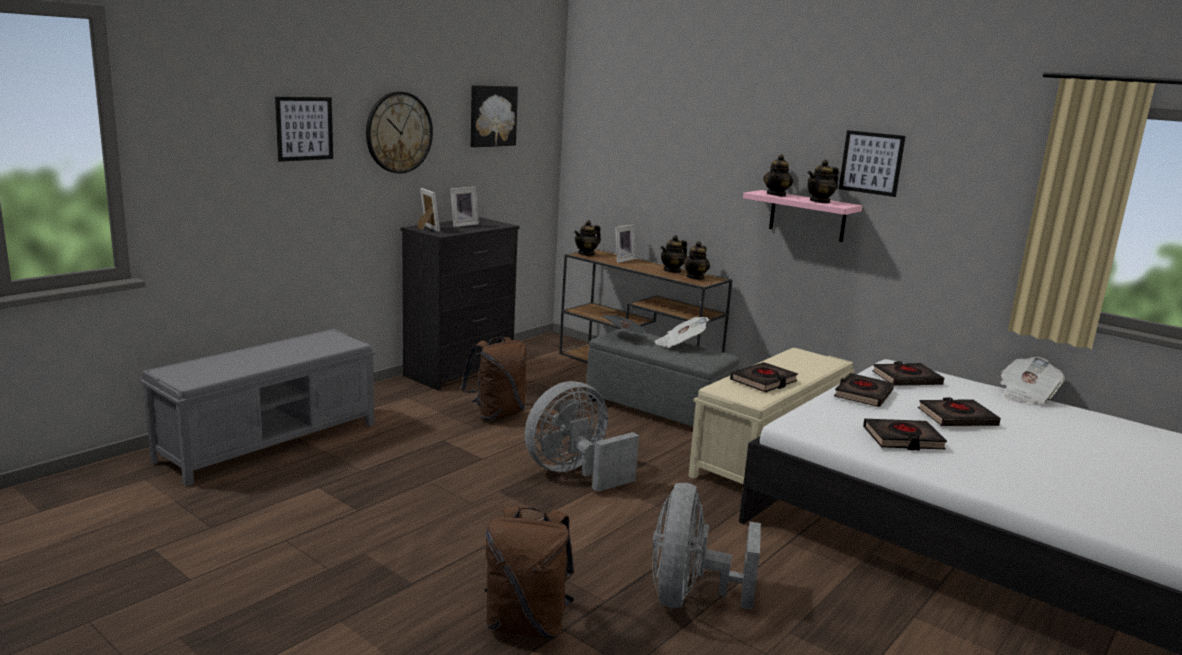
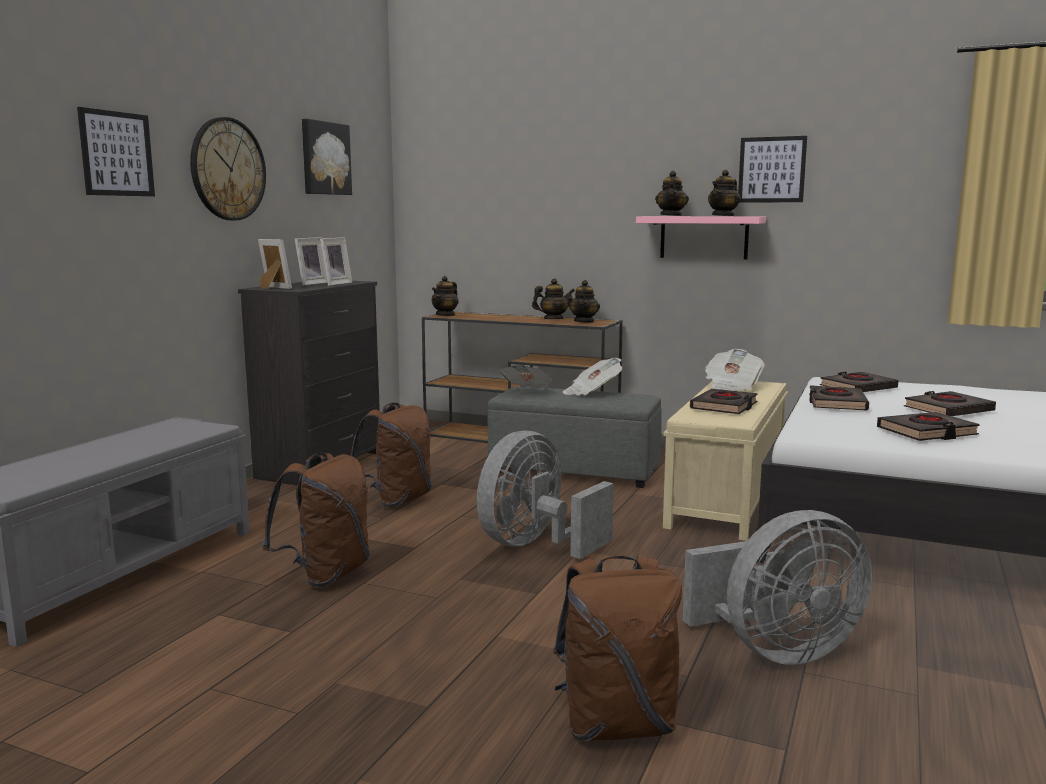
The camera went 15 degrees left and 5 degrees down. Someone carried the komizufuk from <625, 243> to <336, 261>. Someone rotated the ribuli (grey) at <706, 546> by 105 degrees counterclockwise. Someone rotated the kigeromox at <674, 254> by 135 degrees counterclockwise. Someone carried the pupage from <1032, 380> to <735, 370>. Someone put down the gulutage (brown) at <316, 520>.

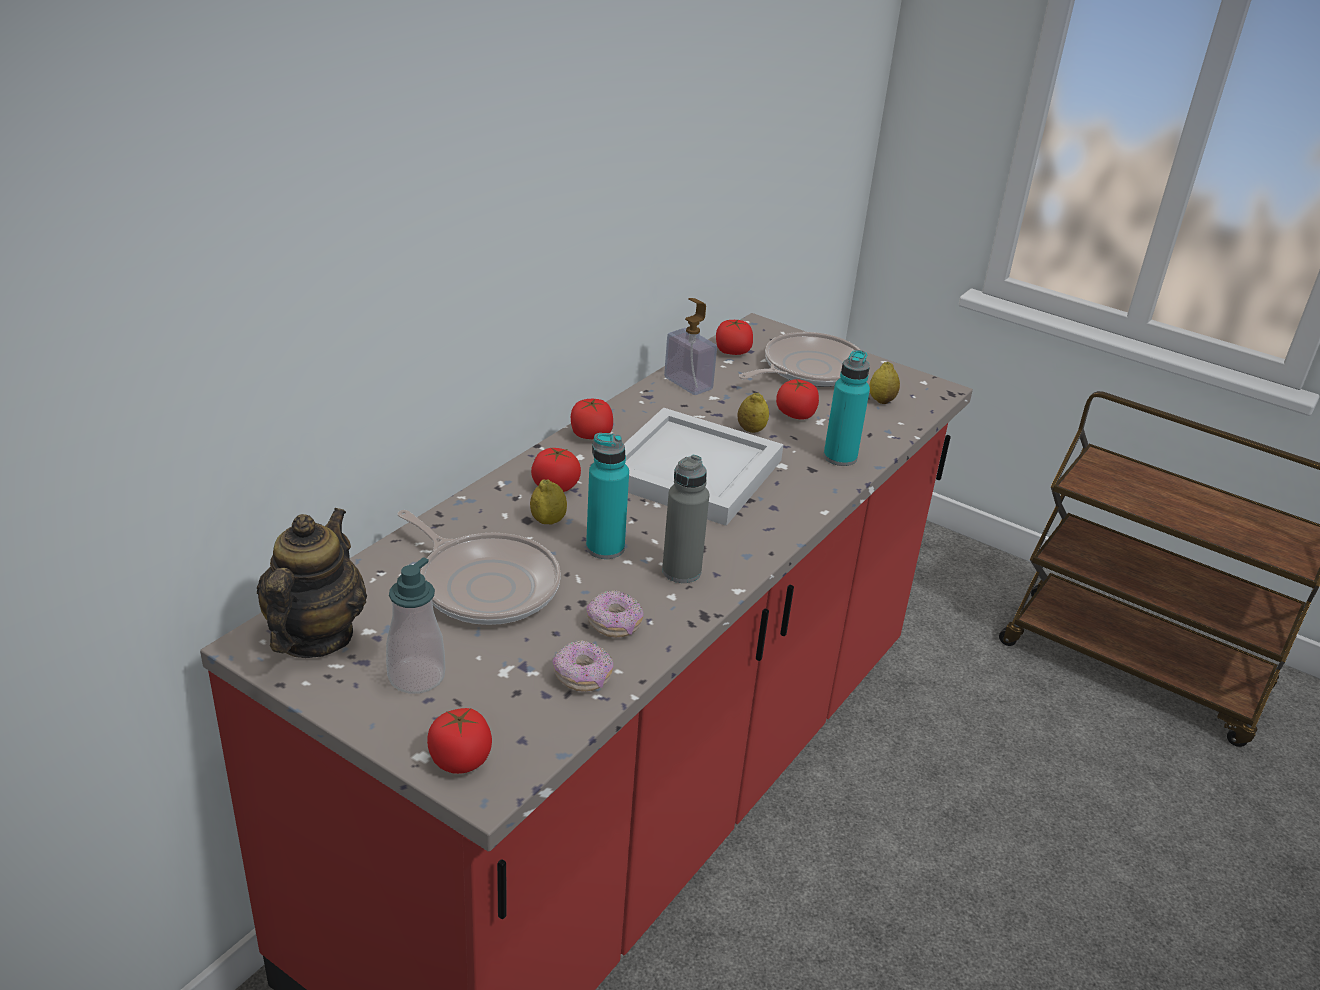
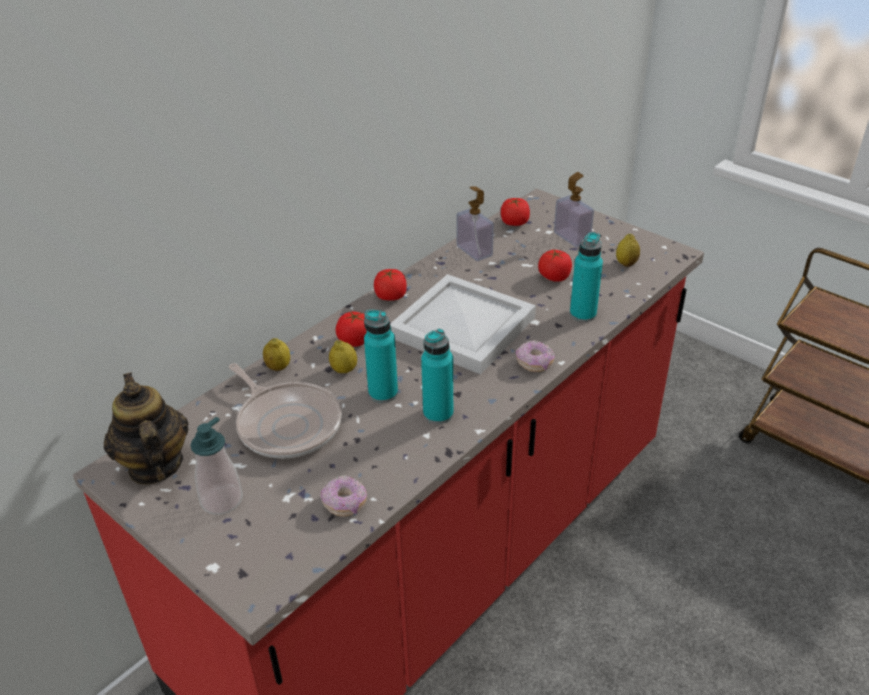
The camera went 10 degrees right and 5 degrees up. Someone rotated the kigeromox at <312, 583> by 45 degrees counterclockwise. Someone took away the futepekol at <459, 741>. Someone carried the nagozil from <614, 614> to <535, 356>. Someone repainted the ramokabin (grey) at <685, 519>, which became the ramokabin (turquoise) at <437, 376>. Someone carried the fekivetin from <753, 412> to <276, 354>. Someone swapped the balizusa at <803, 359> for the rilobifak at <574, 209>.

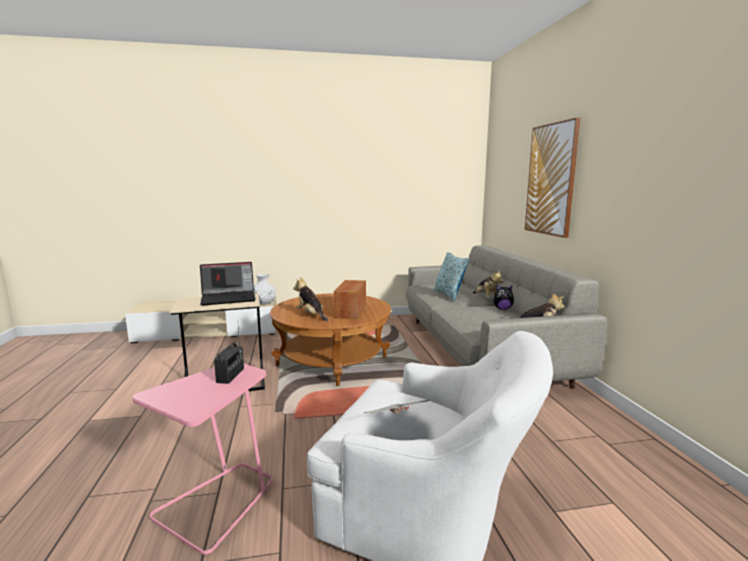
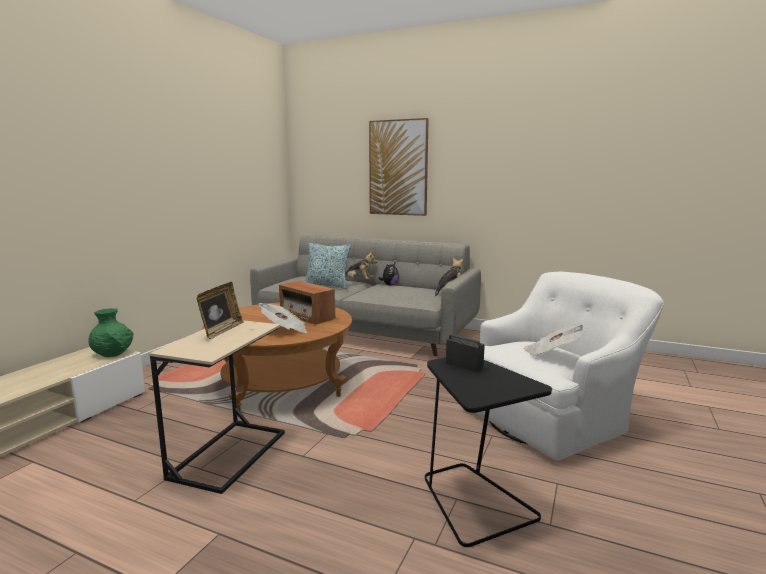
The camera went 55 degrees left and 0 degrees up. Someone repainted the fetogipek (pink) at <202, 459>, which became the fetogipek (black) at <488, 452>. Someone swapped the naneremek at <228, 284> for the komizufuk at <220, 310>. Someone repainted the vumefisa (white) at <265, 289>, which became the vumefisa (green) at <111, 332>. Someone swapped the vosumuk at <310, 299> for the pupage at <283, 318>.

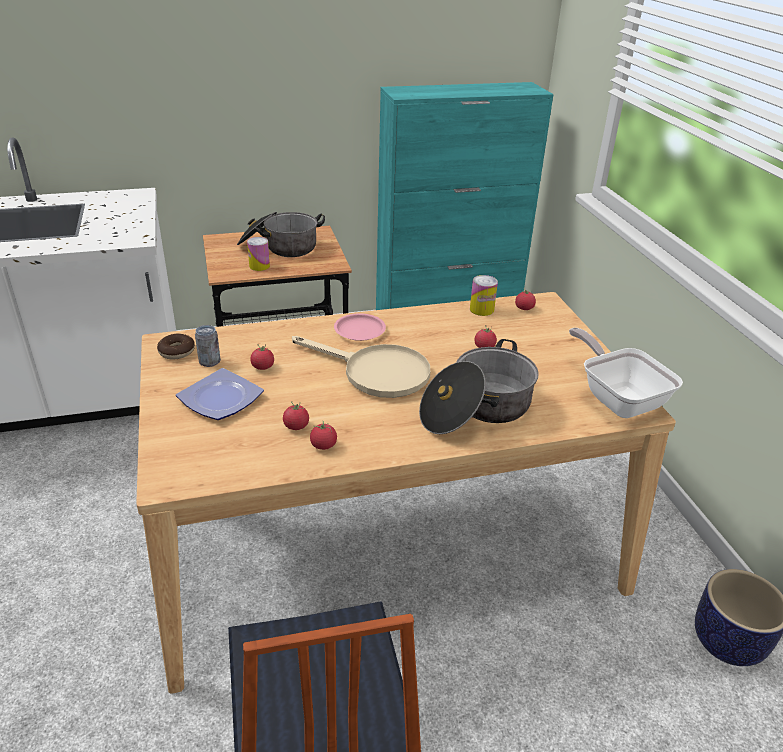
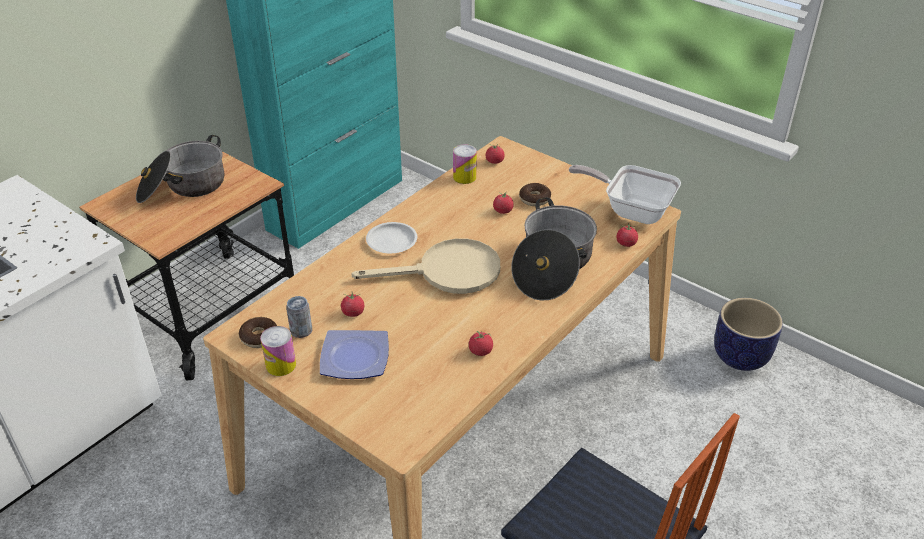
The camera went 35 degrees left and 5 degrees up. Someone carried the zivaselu from <258, 254> to <278, 351>. Someone carried the futepekol from <296, 415> to <627, 235>. Someone repainted the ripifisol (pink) at <360, 327>, which became the ripifisol (white) at <391, 237>. Someone put down the nagozil at <535, 194>.

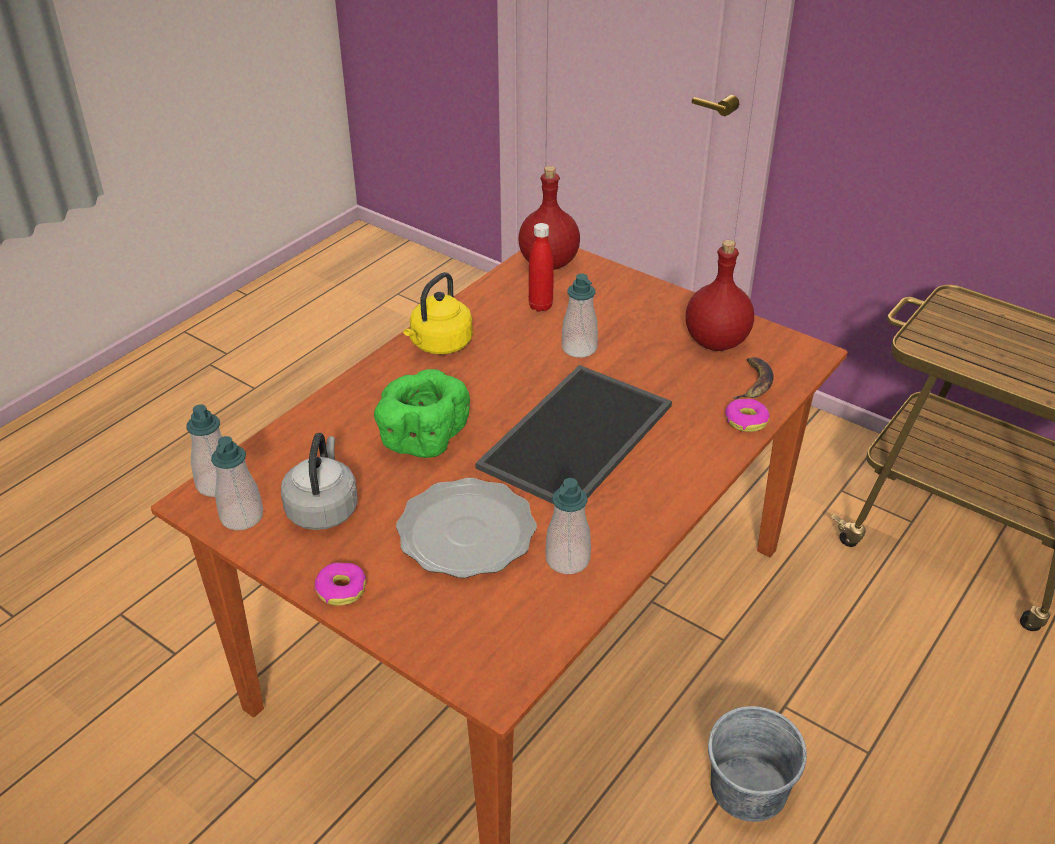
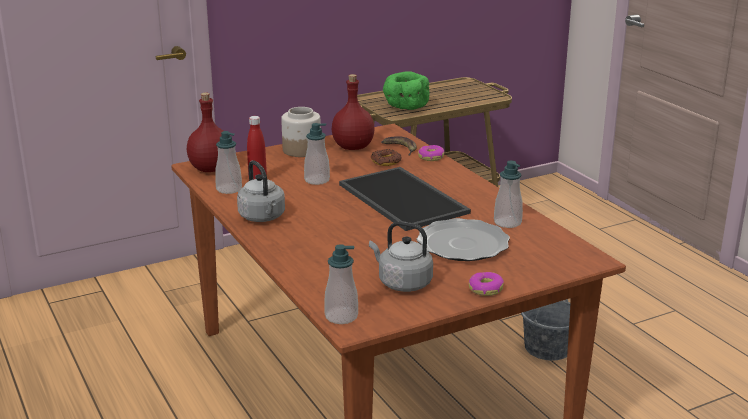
The camera went 65 degrees left and 15 degrees down. Someone carried the rilobifak from <237, 483> to <228, 162>. Someone carried the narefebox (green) from <422, 413> to <406, 90>. Someone repainted the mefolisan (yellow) at <438, 313>, which became the mefolisan (grey) at <261, 191>. Someone put down the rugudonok at <301, 132>. Someone put down the nagozil at <386, 157>.

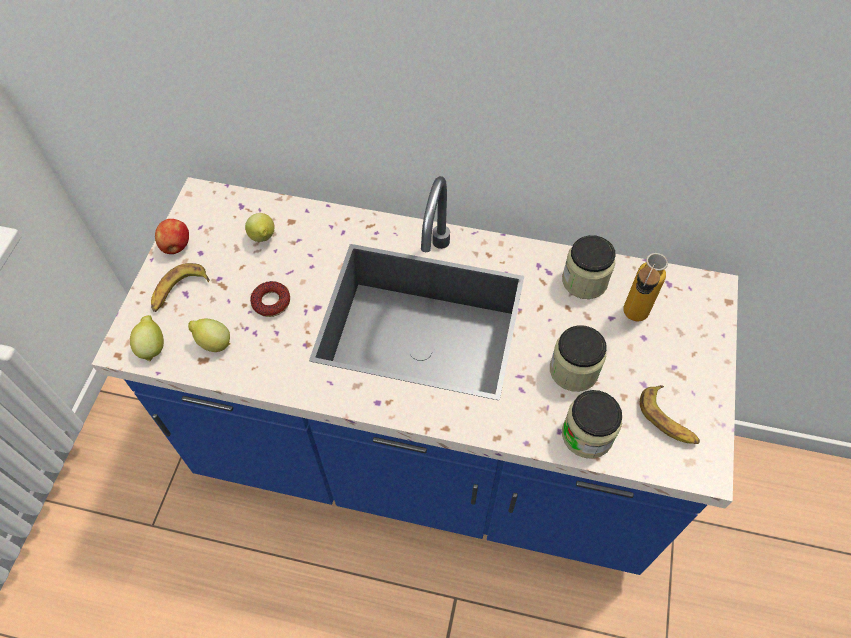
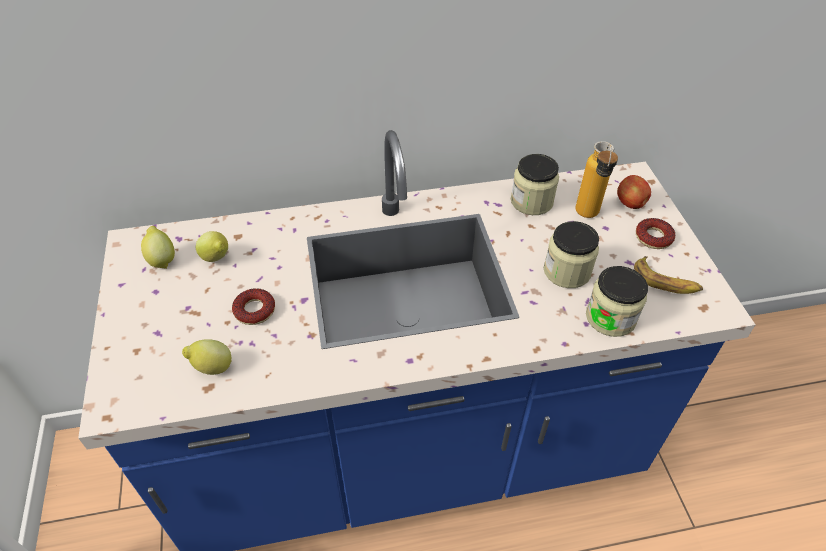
The camera went 25 degrees left and 10 degrees down. Someone carried the fekivetin from <147, 338> to <158, 247>. Someone took away the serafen at <180, 287>. Someone carried the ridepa from <172, 236> to <634, 192>. Someone put down the nagozil at <656, 233>.

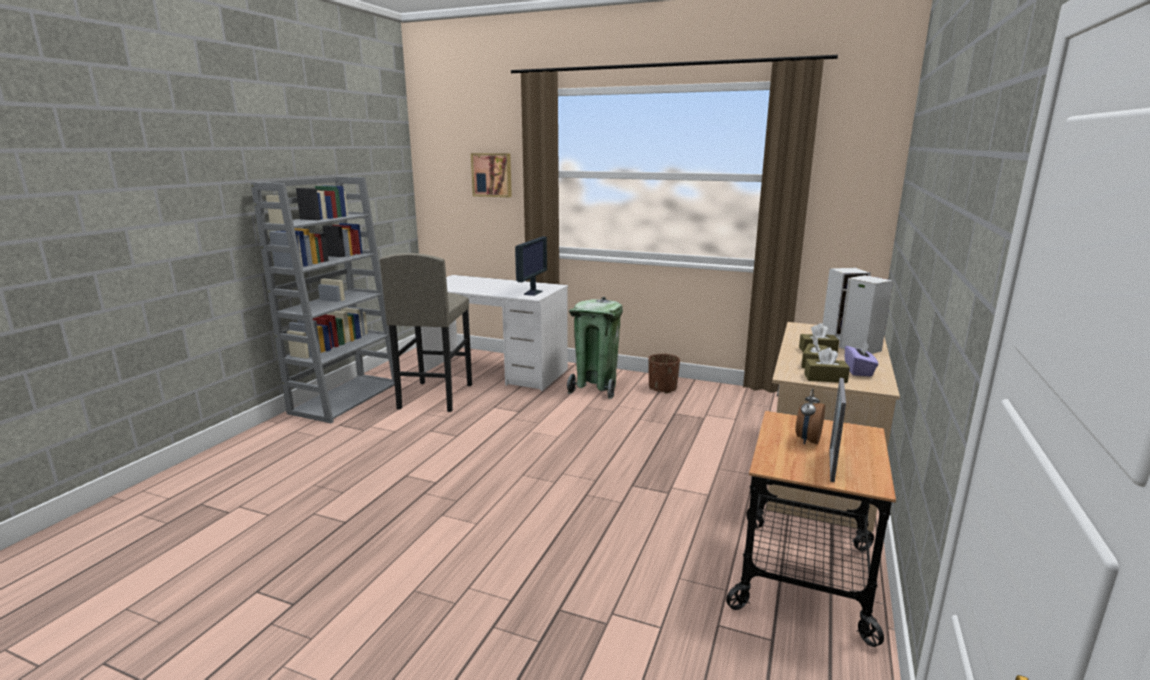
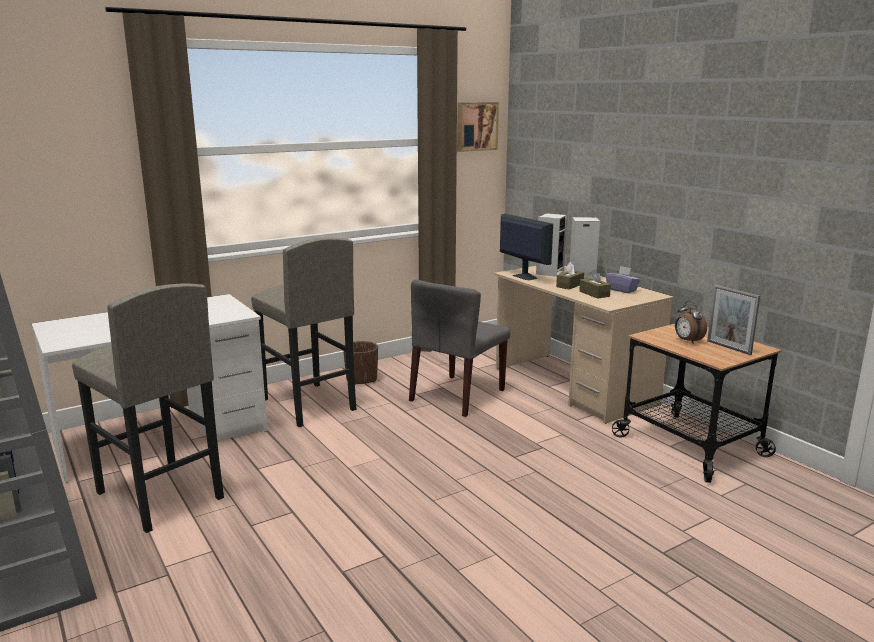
The camera went 55 degrees left and 0 degrees up. Someone carried the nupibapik from <491, 175> to <478, 127>. Someone carried the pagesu from <531, 266> to <526, 247>. Someone swapped the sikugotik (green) at <595, 348> for the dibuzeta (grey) at <303, 332>. Someone took away the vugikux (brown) at <827, 365>. Someone put down the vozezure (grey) at <459, 348>.

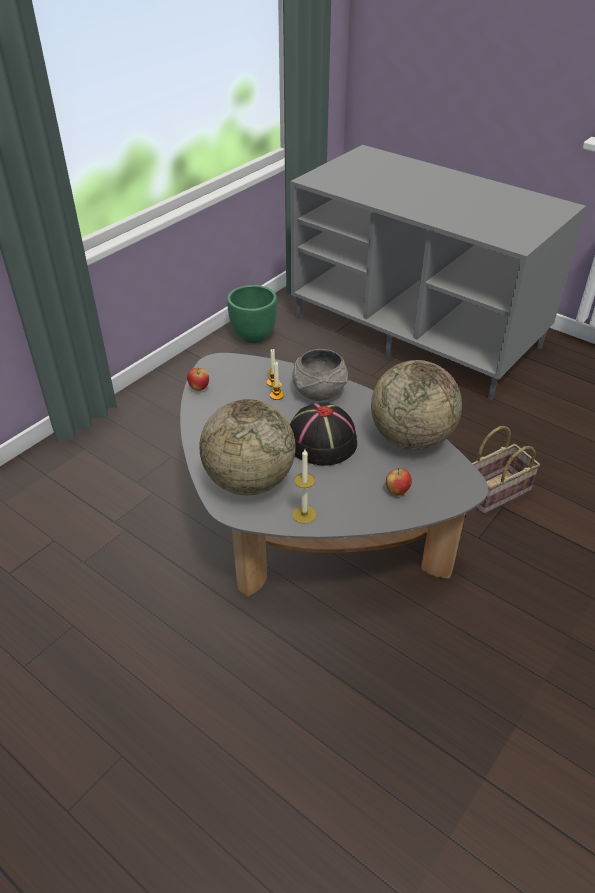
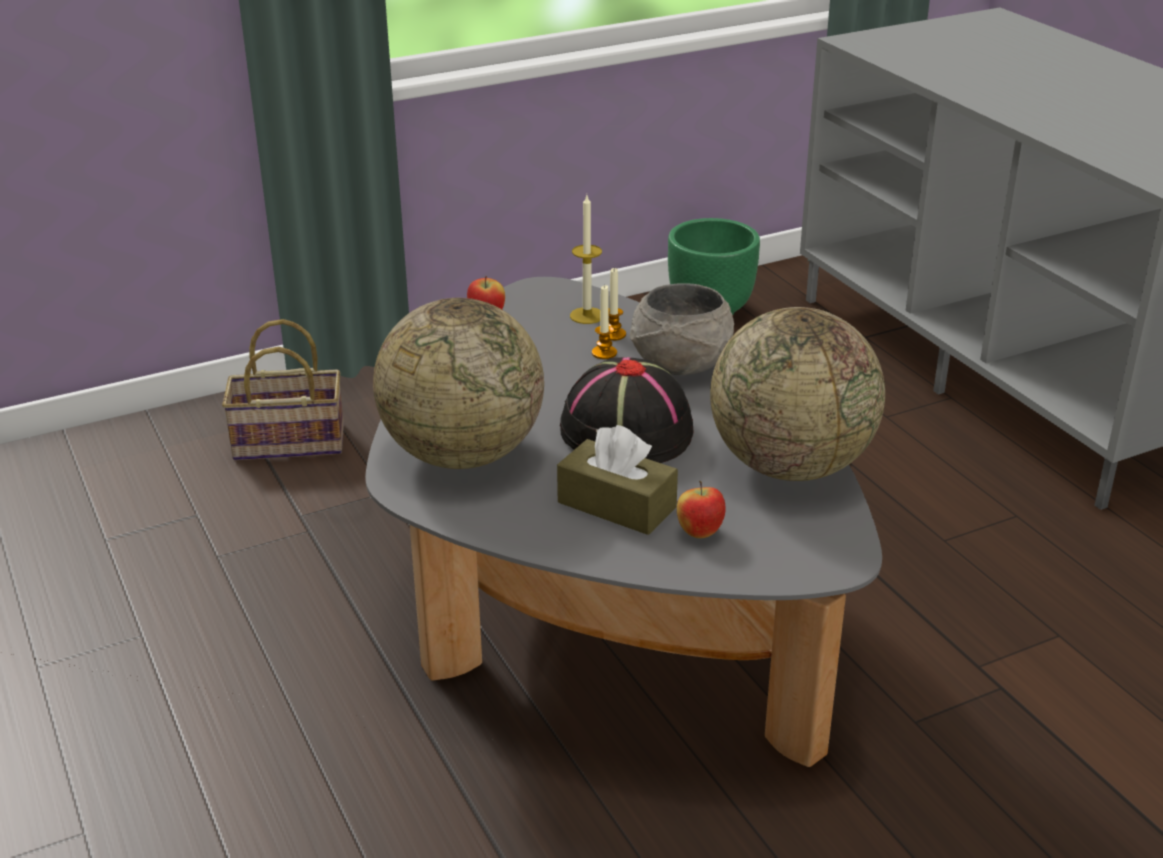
The camera went 25 degrees right and 10 degrees down. Someone carried the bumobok from <304, 486> to <586, 259>. Someone carried the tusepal from <506, 470> to <283, 389>. Someone put down the vugikux (brown) at <617, 480>.

